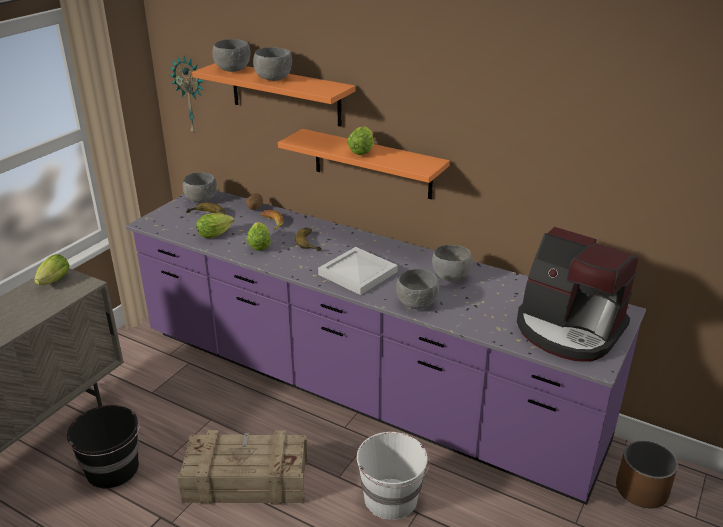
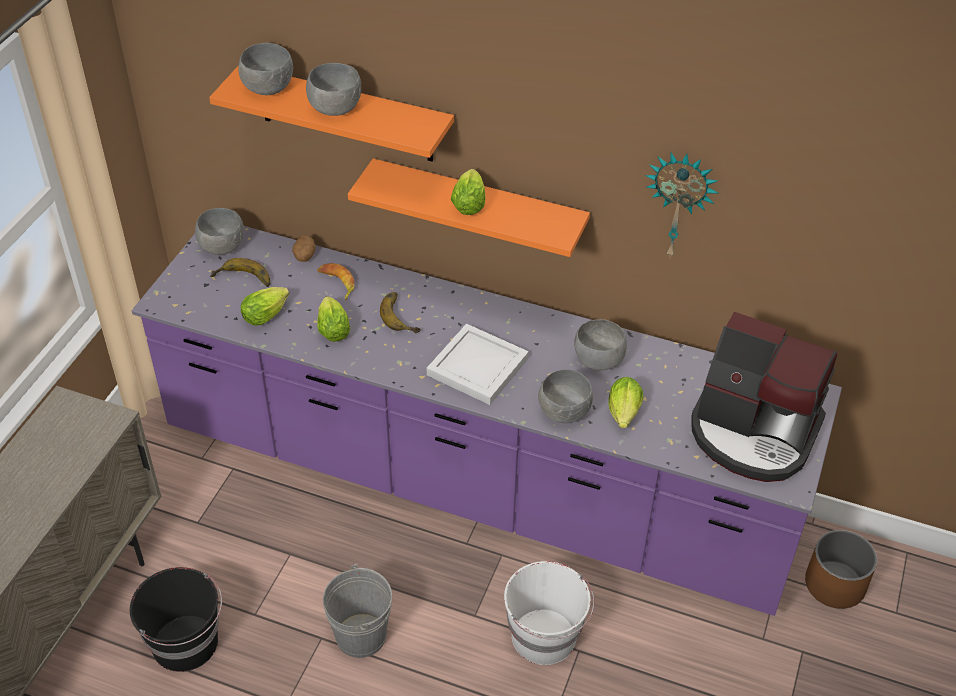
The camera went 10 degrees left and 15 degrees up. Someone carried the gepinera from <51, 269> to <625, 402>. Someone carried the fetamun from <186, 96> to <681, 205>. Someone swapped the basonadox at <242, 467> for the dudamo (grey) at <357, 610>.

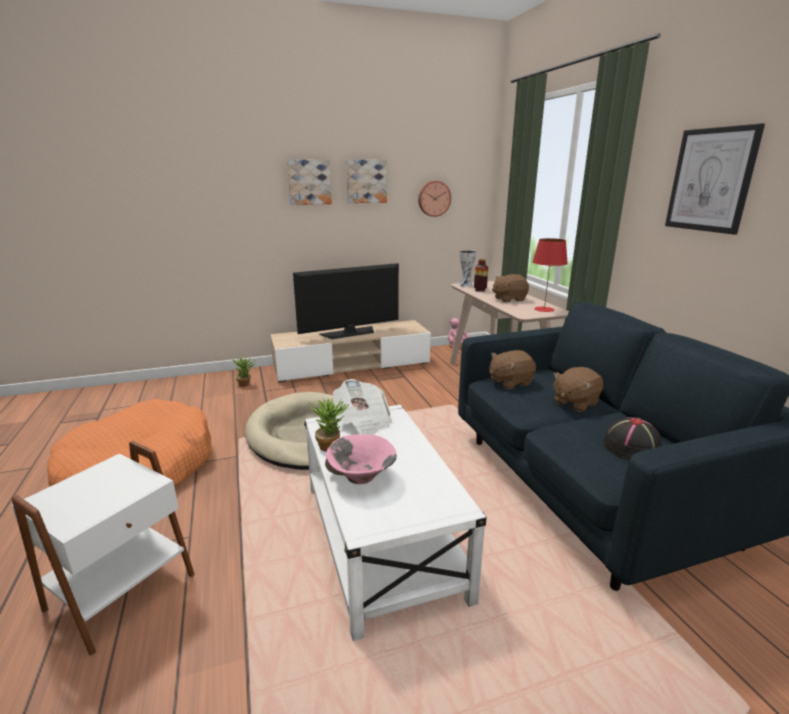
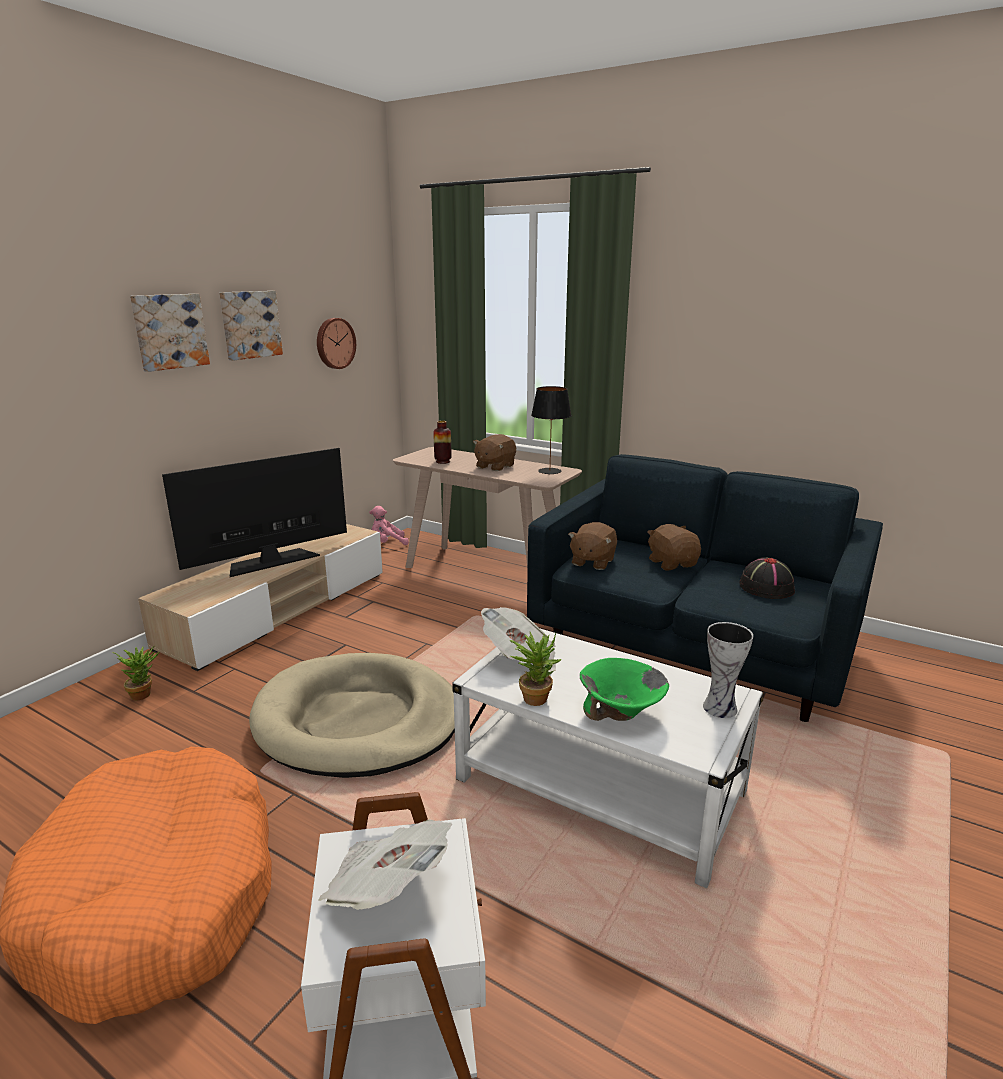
The camera went 40 degrees left and 0 degrees up. Someone rotated the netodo at <346, 301> by 150 degrees counterclockwise. Someone repainted the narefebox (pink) at <361, 459>, which became the narefebox (green) at <624, 689>. Someone carried the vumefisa from <467, 268> to <728, 670>. Someone repainted the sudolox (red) at <550, 275>, which became the sudolox (black) at <551, 430>. Someone rotated the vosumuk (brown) at <578, 389> by 150 degrees clockwise. Someone took away the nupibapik at <715, 179>. Someone put down the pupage at <385, 864>.

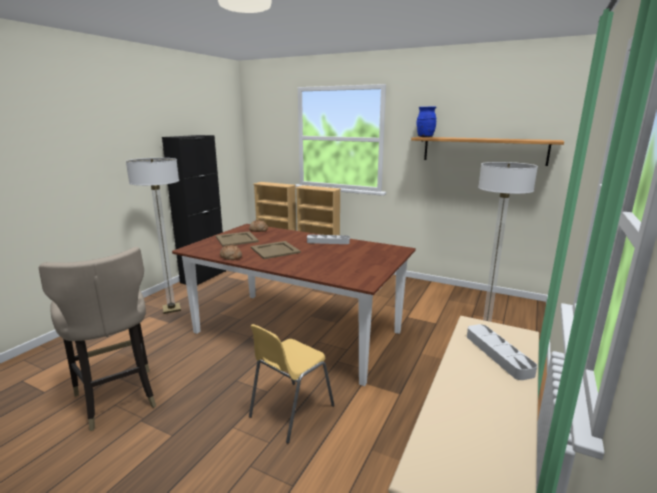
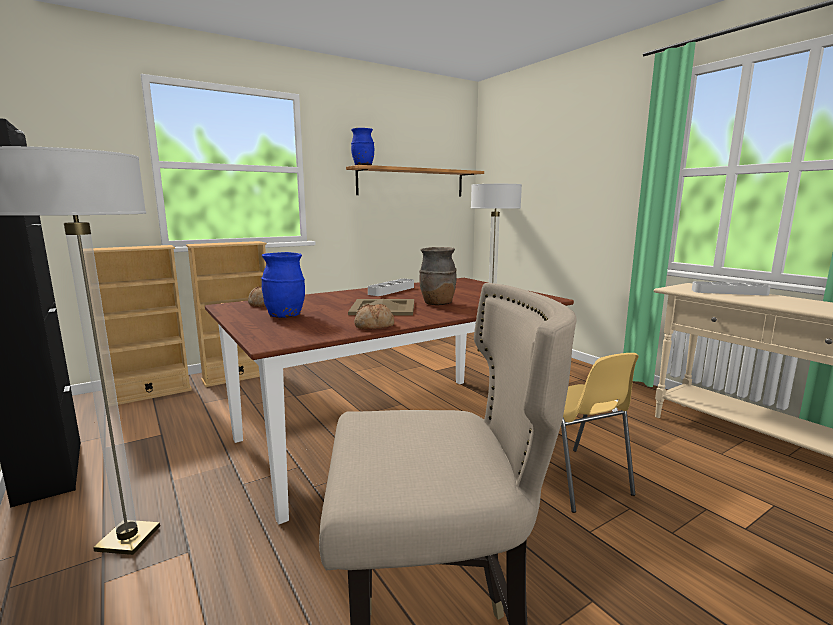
The camera went 60 degrees left and 5 degrees down. Someone swapped the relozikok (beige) at <237, 239> for the vumefisa (blue) at <283, 285>. Someone put down the vumefisa (brown) at <438, 276>.

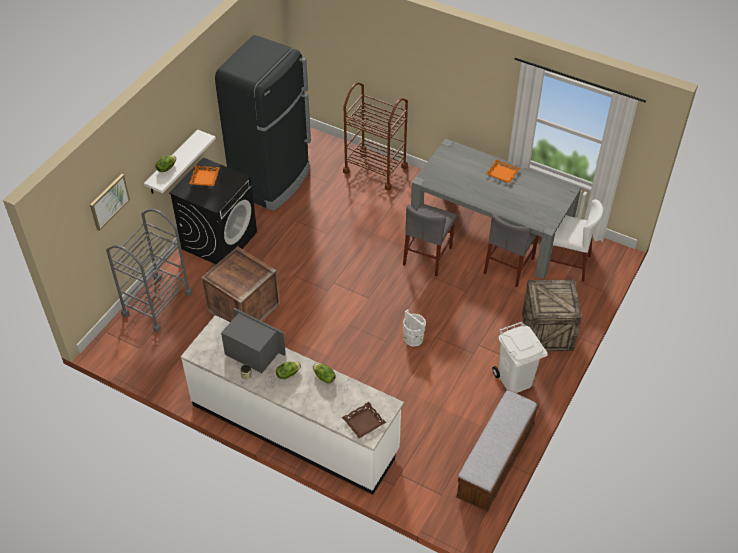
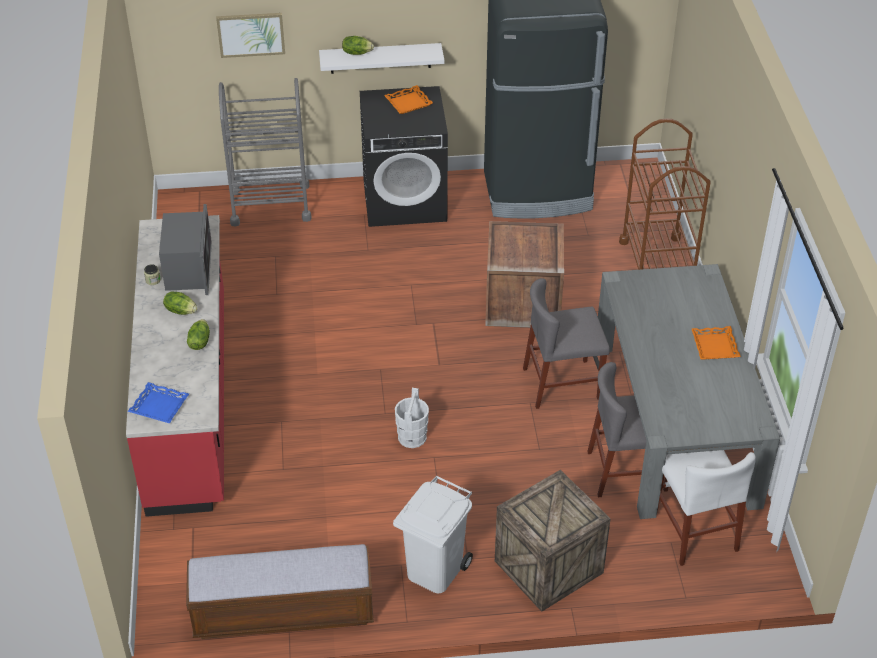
The camera went 55 degrees right and 5 degrees down. Someone repainted the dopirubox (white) at <292, 405>, which became the dopirubox (red) at <175, 366>. Someone carried the basonadox from <240, 284> to <524, 274>. Someone repainted the relozikok (brown) at <364, 420>, which became the relozikok (blue) at <158, 403>.

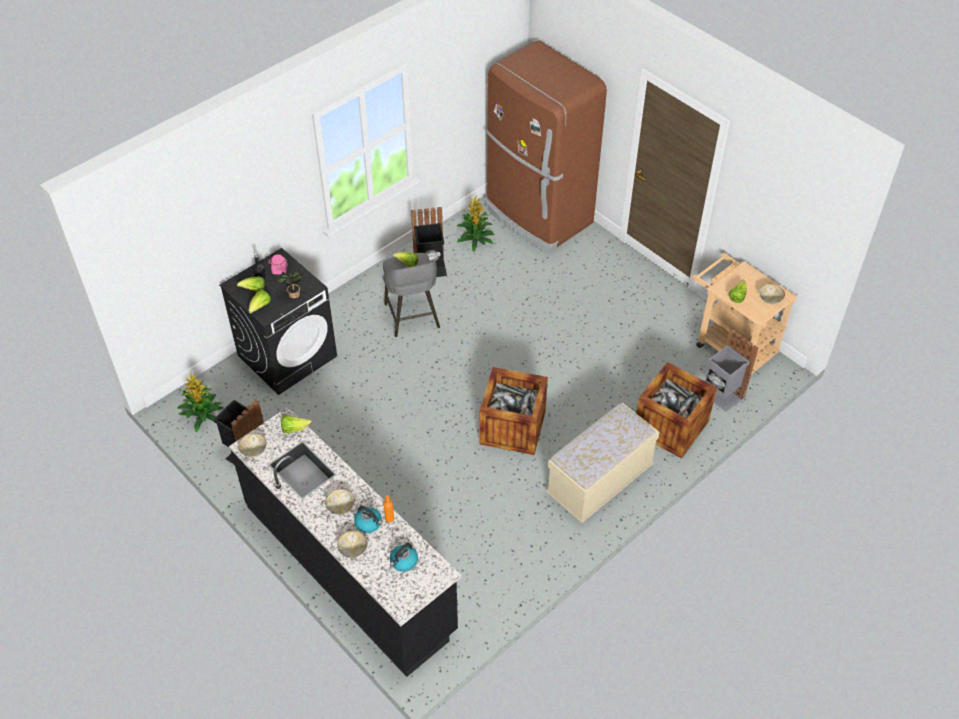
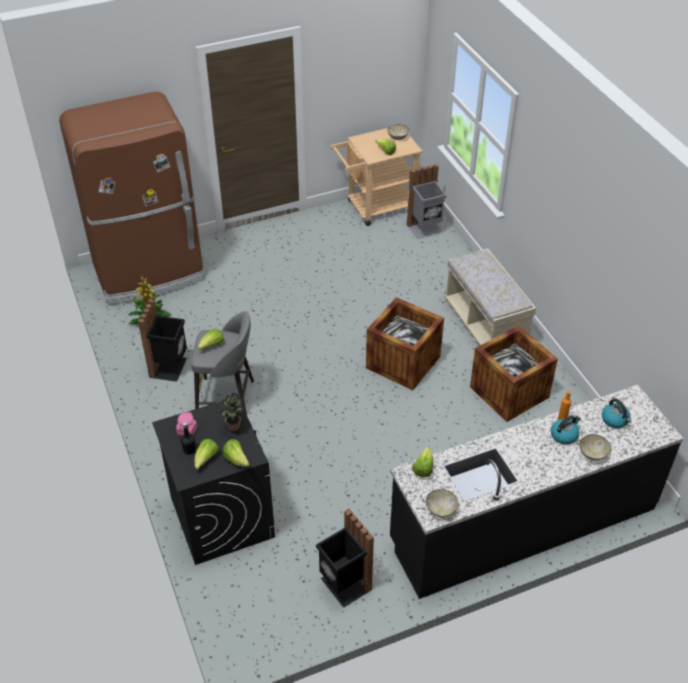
The camera went 70 degrees left and 5 degrees down. Someone took away the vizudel at <200, 402>. Someone took away the narefebox at <340, 502>. Someone carried the basonadox from <676, 410> to <514, 373>.

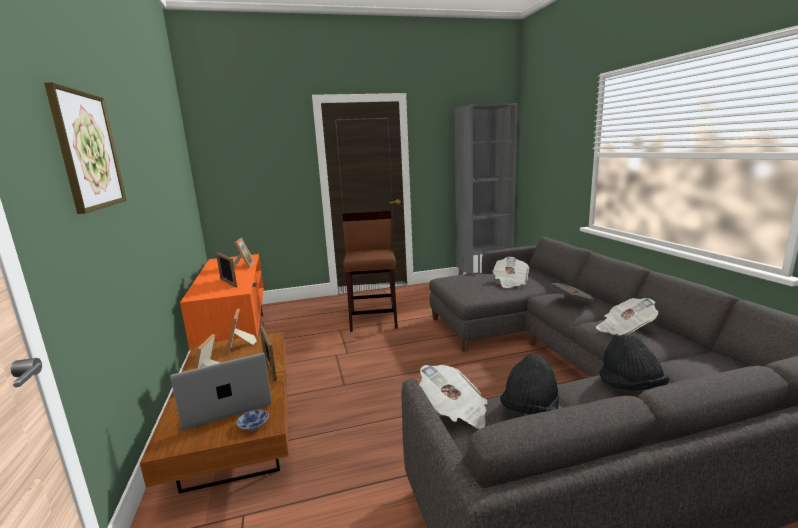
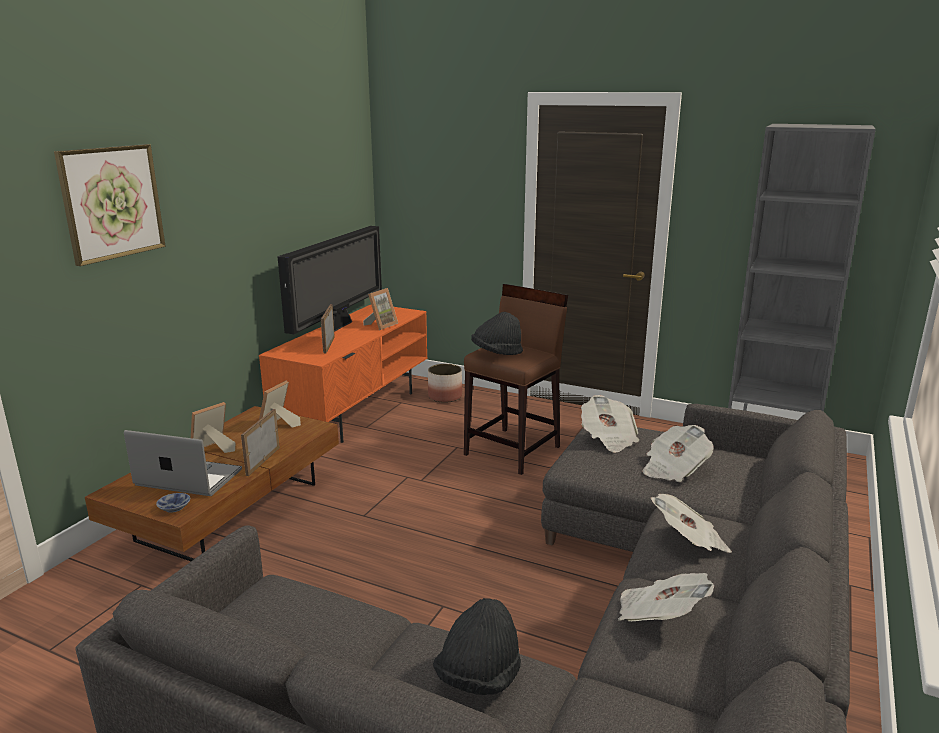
The camera went 40 degrees right and 5 degrees up. Someone carried the pupage from <453, 397> to <610, 424>. Someone carried the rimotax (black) from <529, 384> to <497, 333>. Someone put down the netodo at <329, 280>. Someone put down the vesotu at <445, 383>.

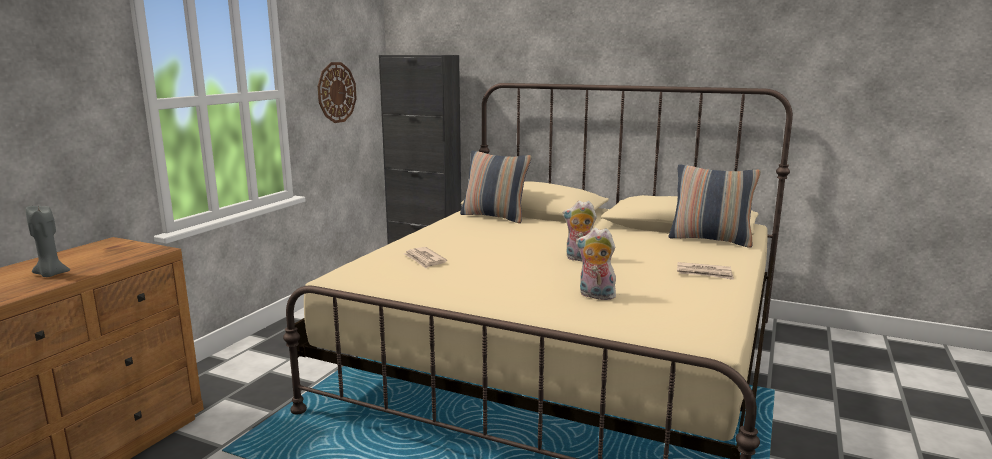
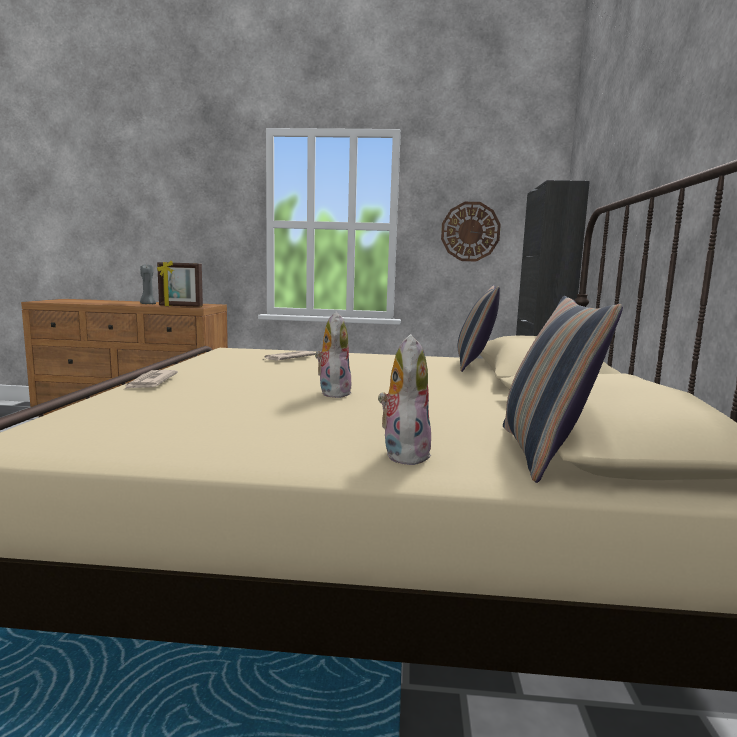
The camera went 70 degrees right and 5 degrees down. Someone carried the vosumuk from <596, 264> to <404, 399>. Someone carried the pupage from <705, 271> to <151, 379>. Someone put down the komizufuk at <180, 284>.

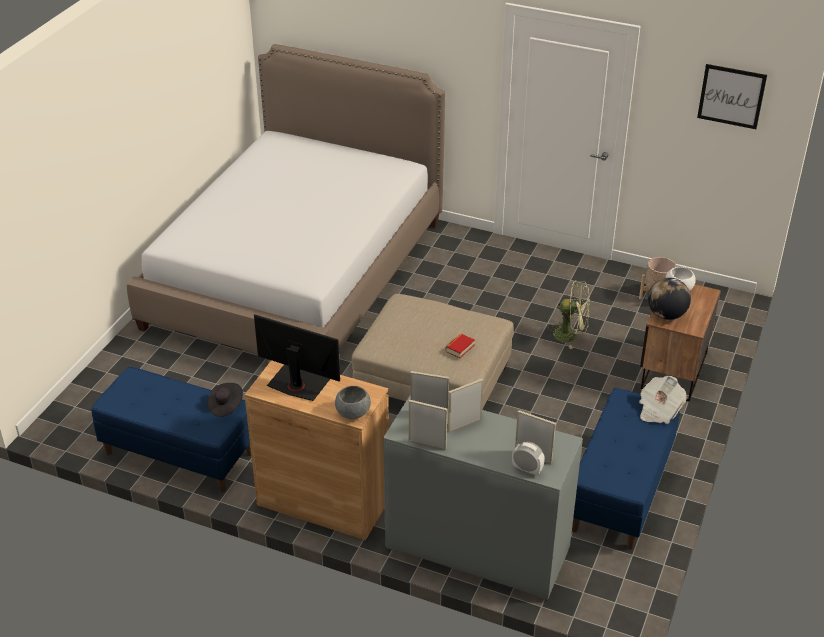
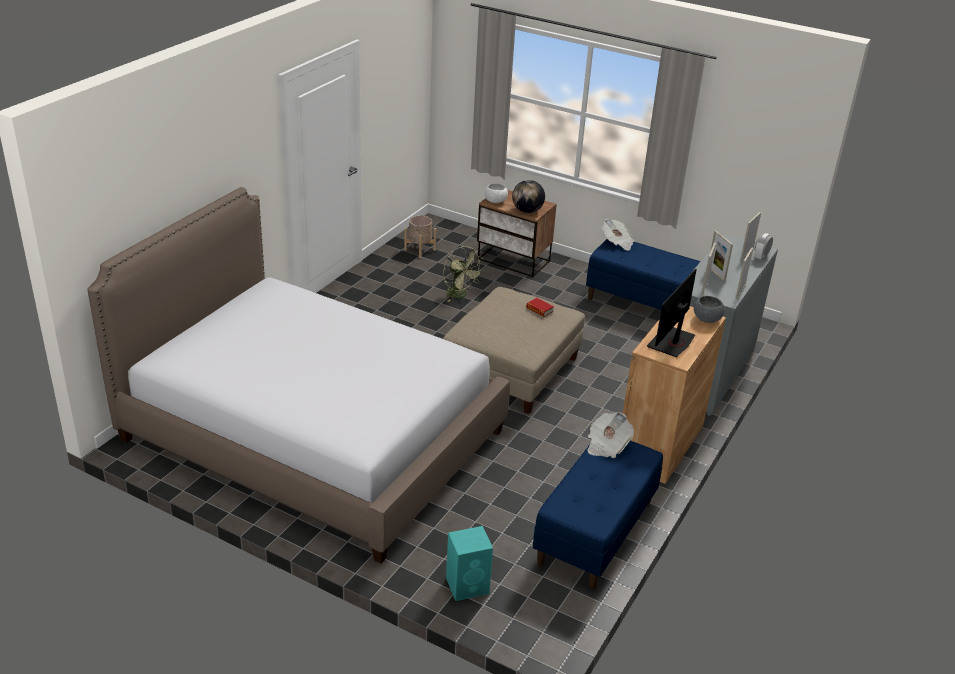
The camera went 85 degrees left and 5 degrees down. Someone swapped the rimotax (black) at <225, 400> for the pupage at <610, 435>. Someone rotated the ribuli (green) at <568, 315> by 120 degrees clockwise. Someone took away the nupibapik at <732, 96>. Someone put down the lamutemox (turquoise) at <469, 563>.

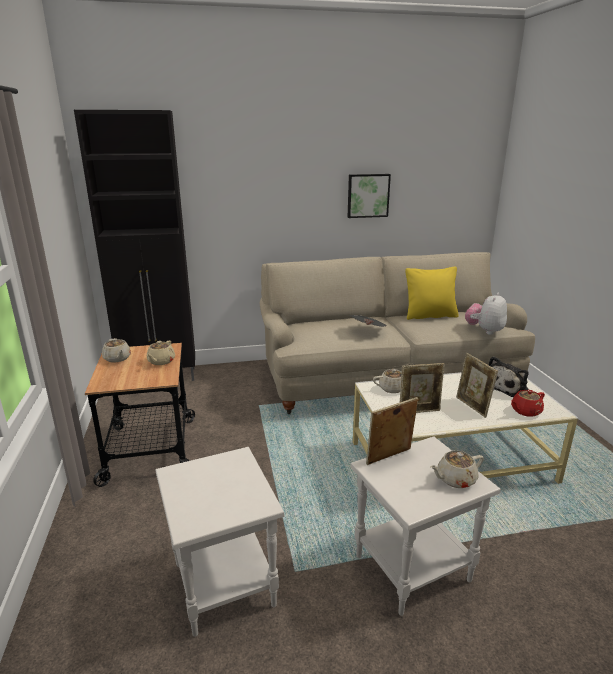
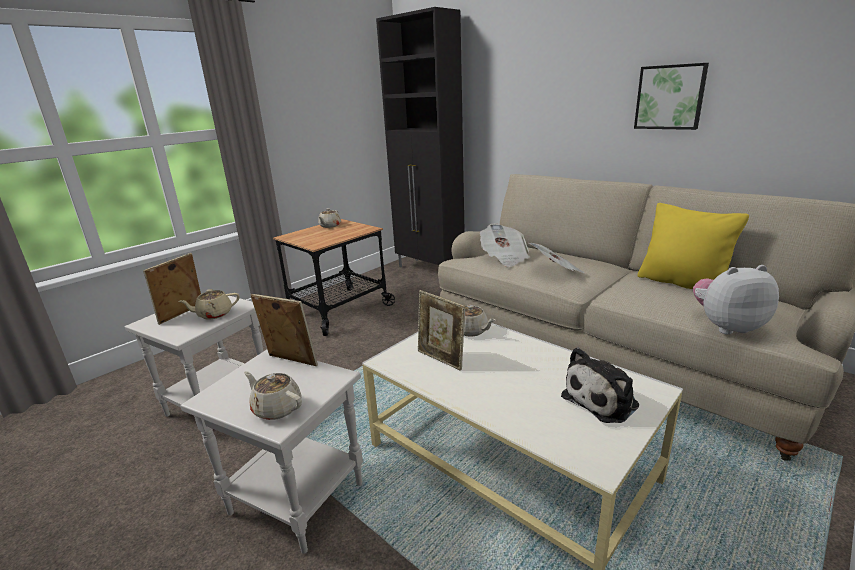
The camera went 55 degrees right and 0 degrees up. Someone carried the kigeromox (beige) from <161, 353> to <208, 304>. Someone carried the komizufuk from <477, 385> to <172, 289>. Someone rotated the vosumuk at <509, 376> by 45 degrees counterclockwise. Someone took away the kigeromox (red) at <528, 403>. Someone put down the pupage at <505, 245>.

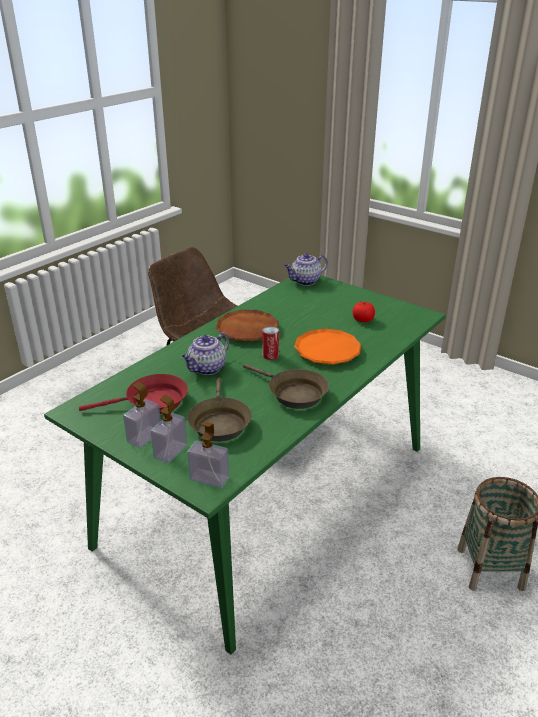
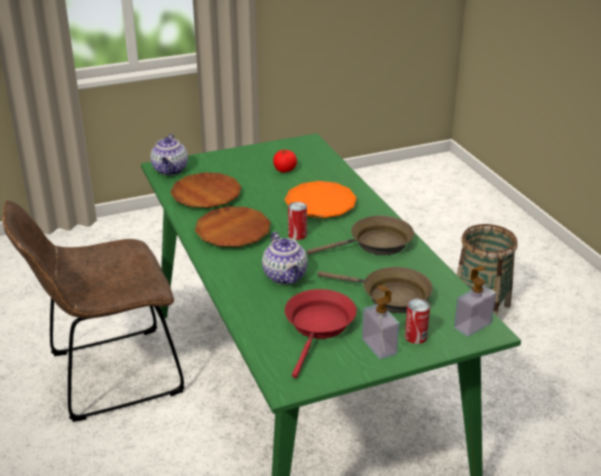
The camera went 60 degrees left and 0 degrees up. Someone swapped the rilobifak at <169, 429> for the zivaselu at <417, 321>. Someone put down the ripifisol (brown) at <205, 190>.

